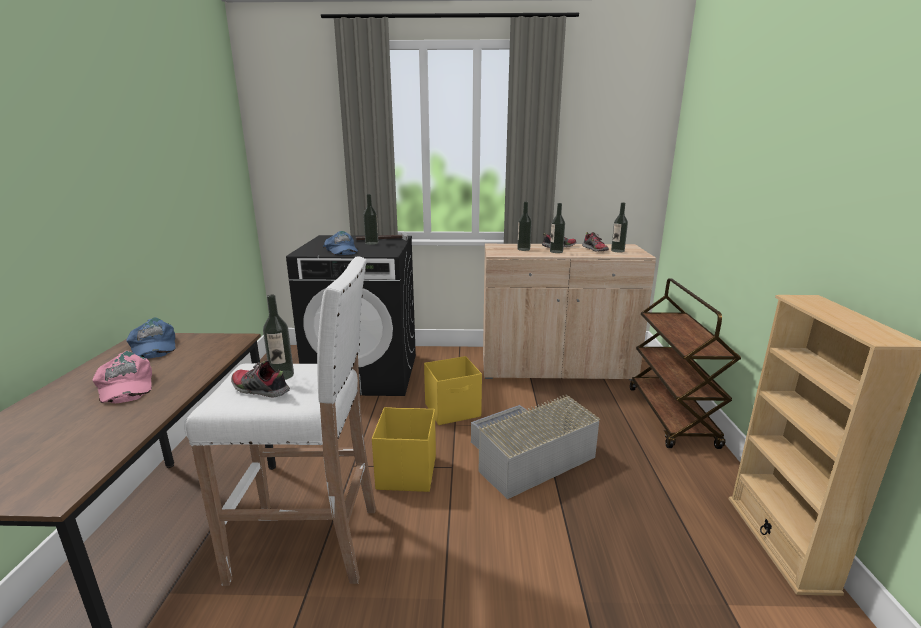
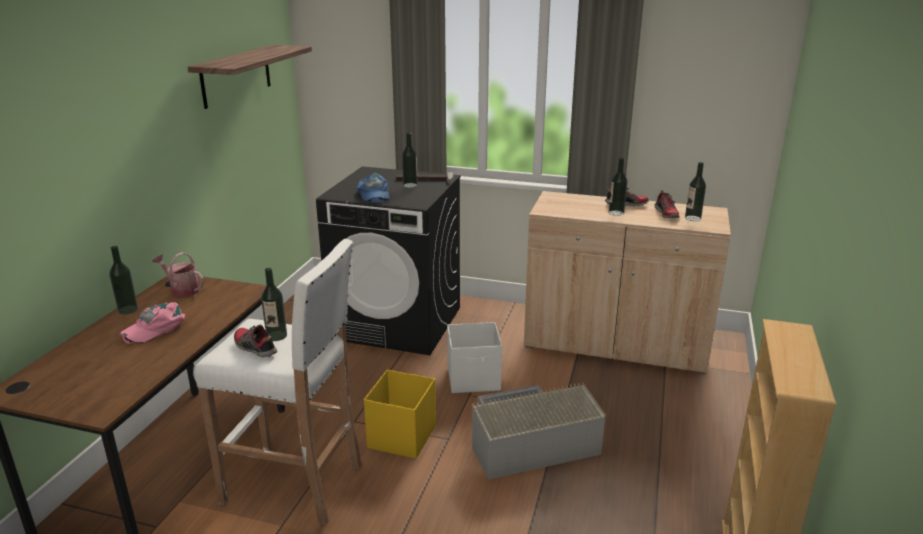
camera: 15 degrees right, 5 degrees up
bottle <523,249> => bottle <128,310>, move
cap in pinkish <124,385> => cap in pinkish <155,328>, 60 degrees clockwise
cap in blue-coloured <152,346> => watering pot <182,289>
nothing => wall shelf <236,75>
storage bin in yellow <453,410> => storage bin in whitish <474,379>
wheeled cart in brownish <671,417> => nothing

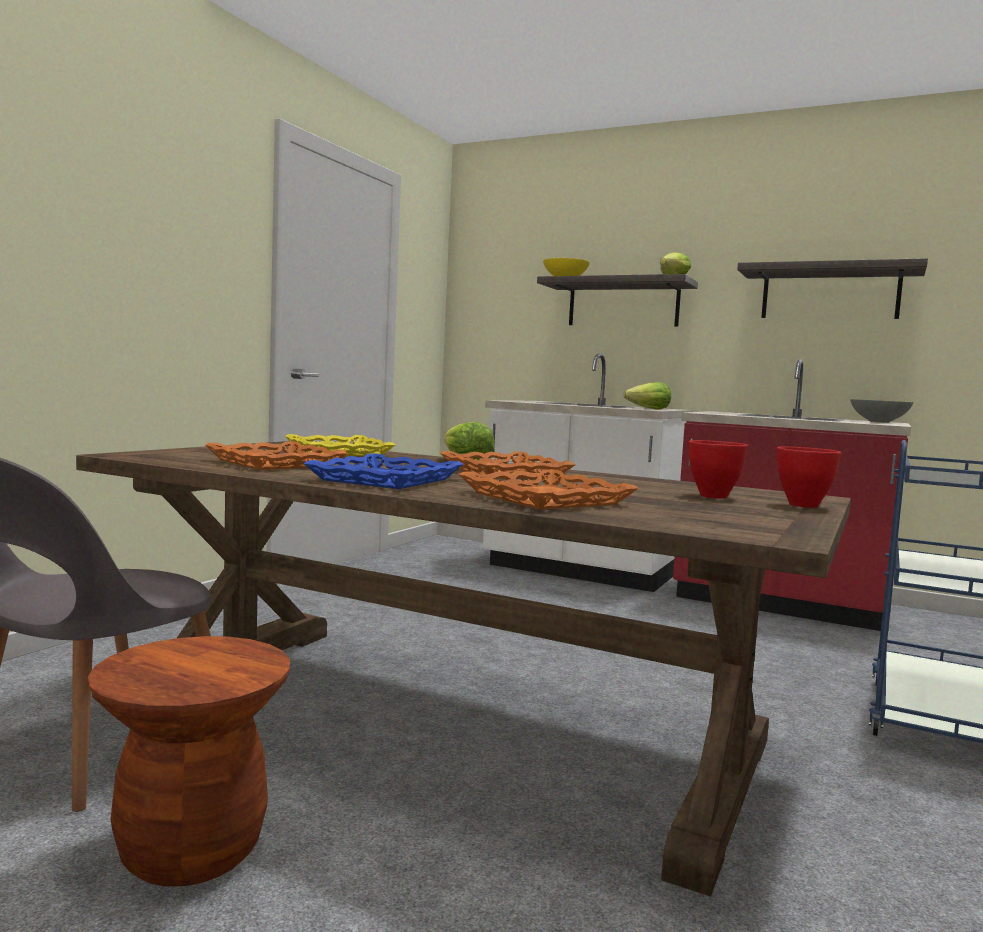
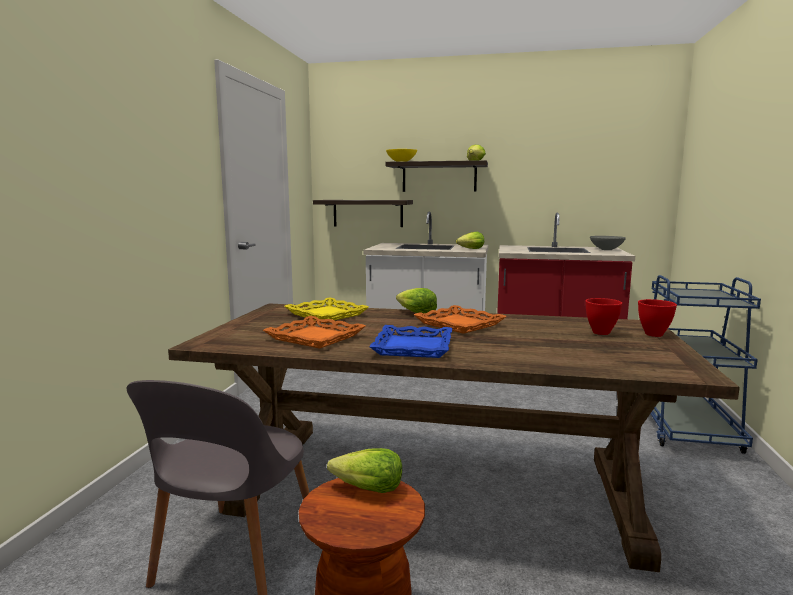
camera: 15 degrees left, 5 degrees up
wall shelf <830,294> => wall shelf <368,213>, move
nothing => lettuce head <368,489>
tray in orangey <544,499> => nothing

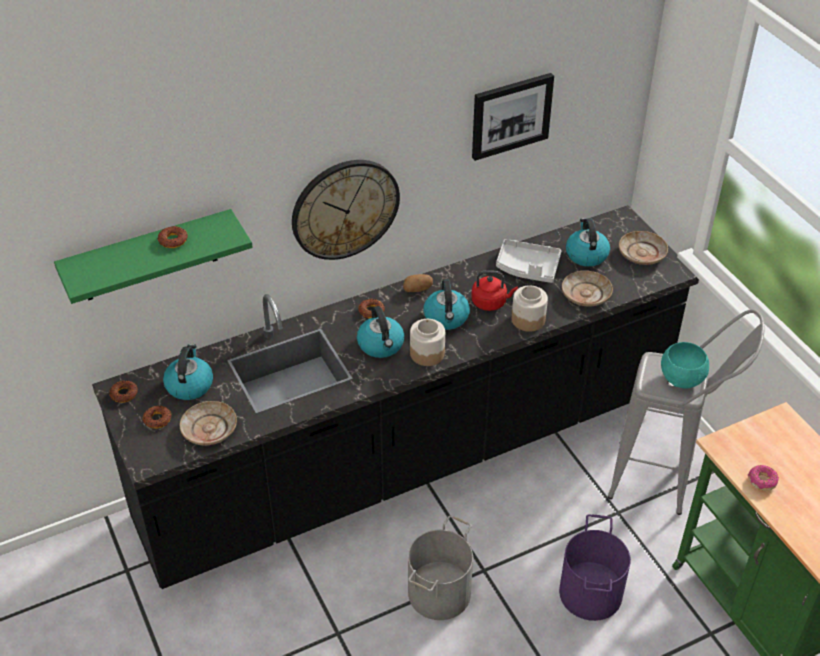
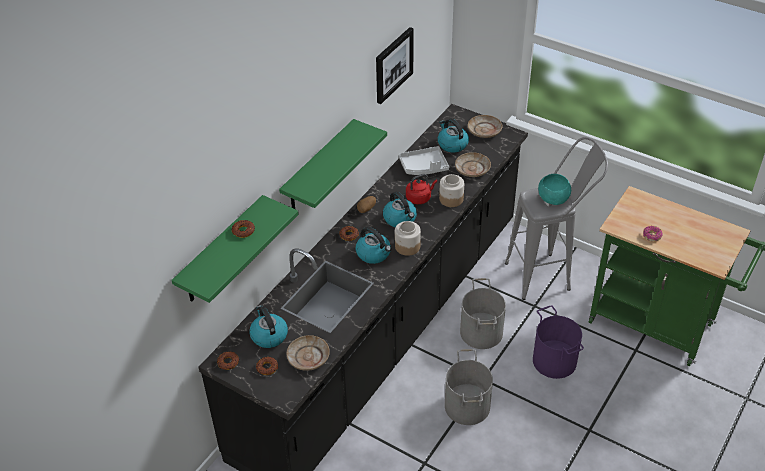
camera: 30 degrees left, 0 degrees up
clock on the wall <345,209> => wall shelf in green <318,168>
nothing => bucket in grey <480,332>

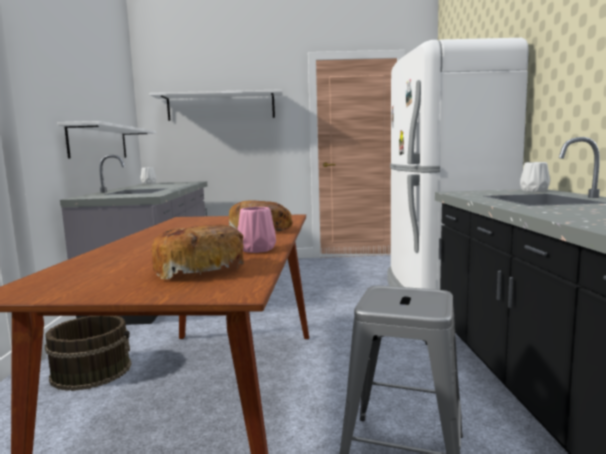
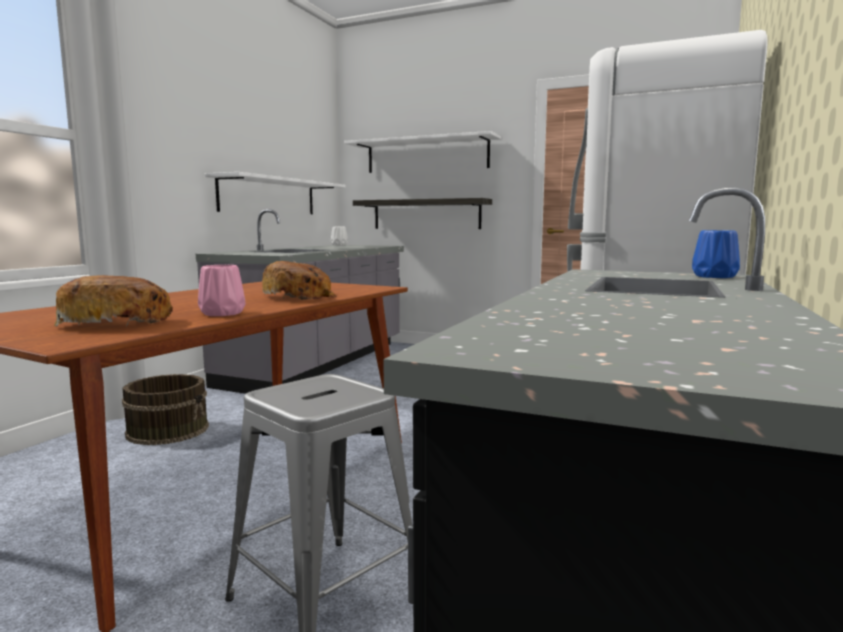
camera: 25 degrees right, 0 degrees up
nothing => wall shelf <426,214>
decorative vase in whitish <534,191> => decorative vase in blue-coloured <714,276>

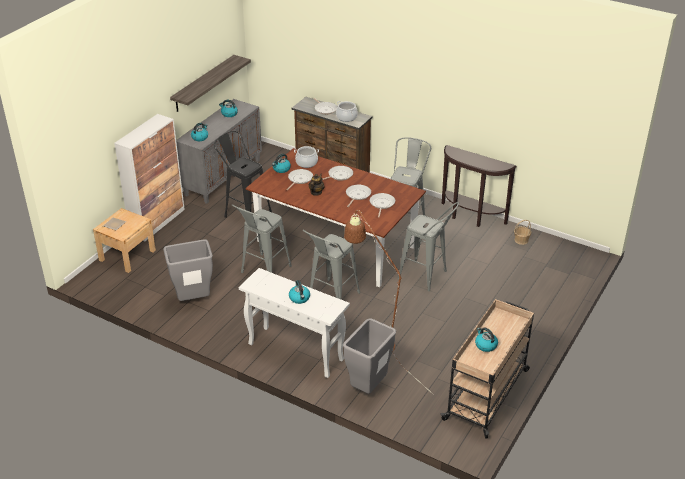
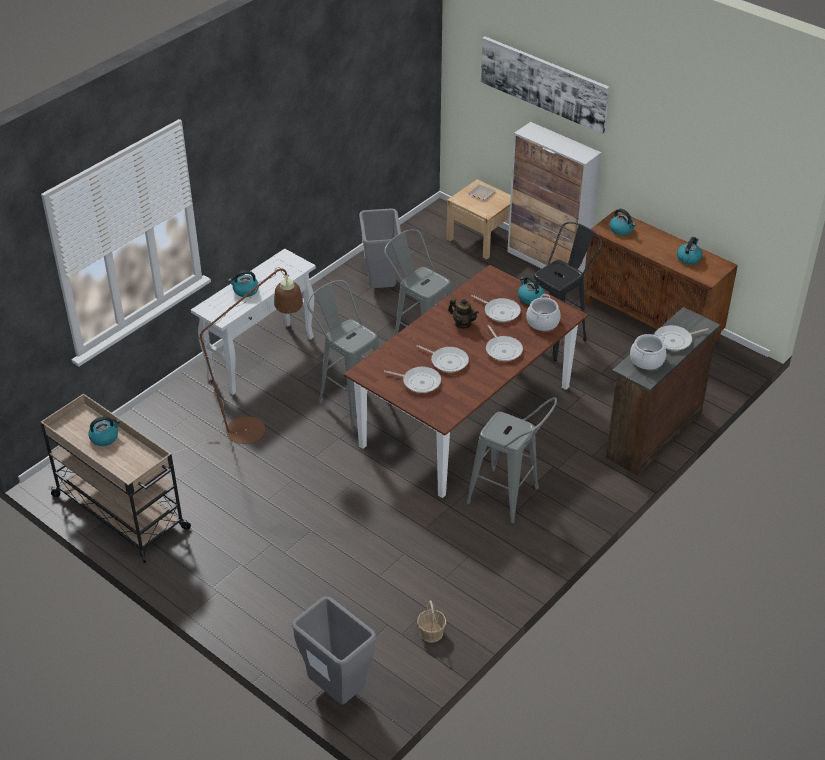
camera: 100 degrees right, 5 degrees up
rubbish bin in grey <368,388> => rubbish bin in grey <336,690>, move
nothing => picture <544,83>
cabinet in grey <223,177> => cabinet in brownish <652,321>
wall shelf <203,83> => nothing
stool seat in grey <427,277> => nothing
console table in brownish <470,217> => nothing

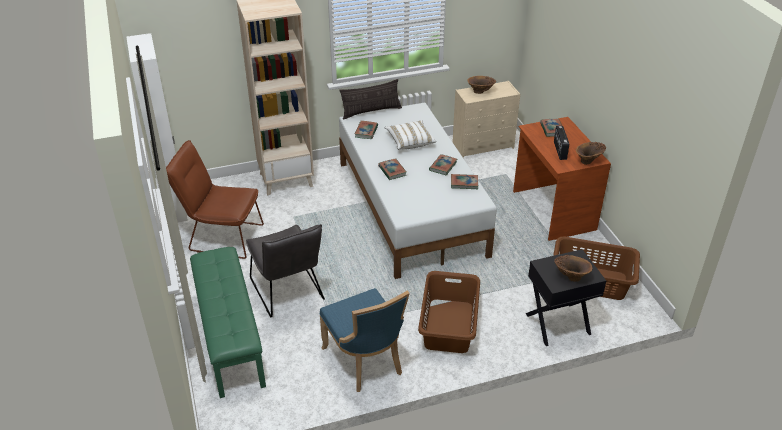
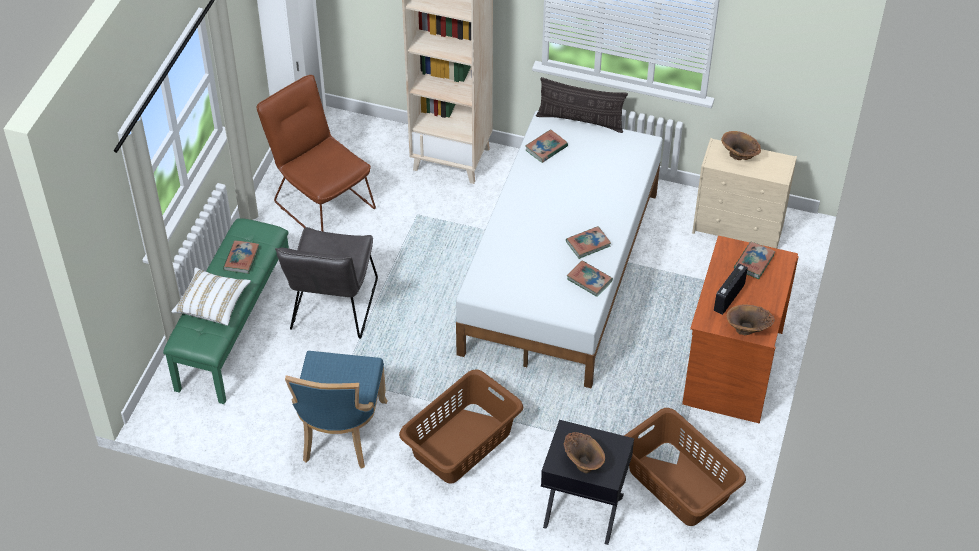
camera: 35 degrees right, 10 degrees up
cushion in whitish <410,141> => cushion in whitish <213,304>, move
book <392,171> => book <241,259>, move

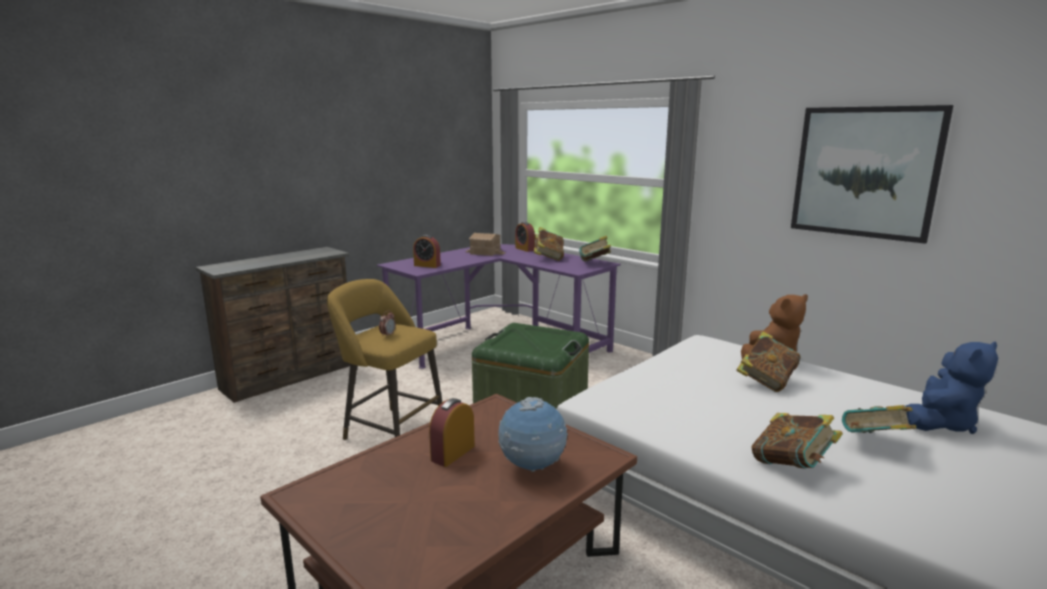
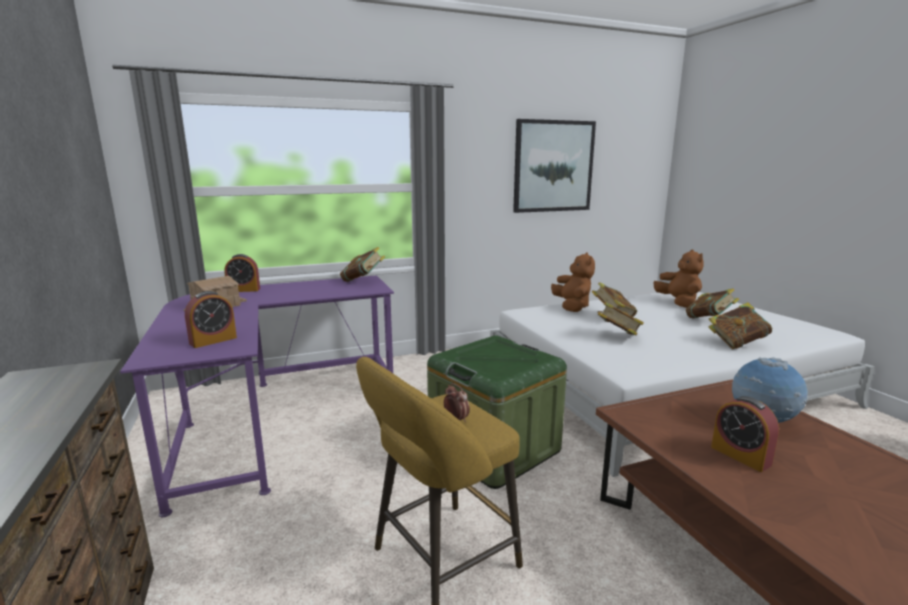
camera: 65 degrees left, 0 degrees up
book <548,258> => book <617,336>, move
plush toy in blue-coloured <940,423> => plush toy in brownish <678,303>

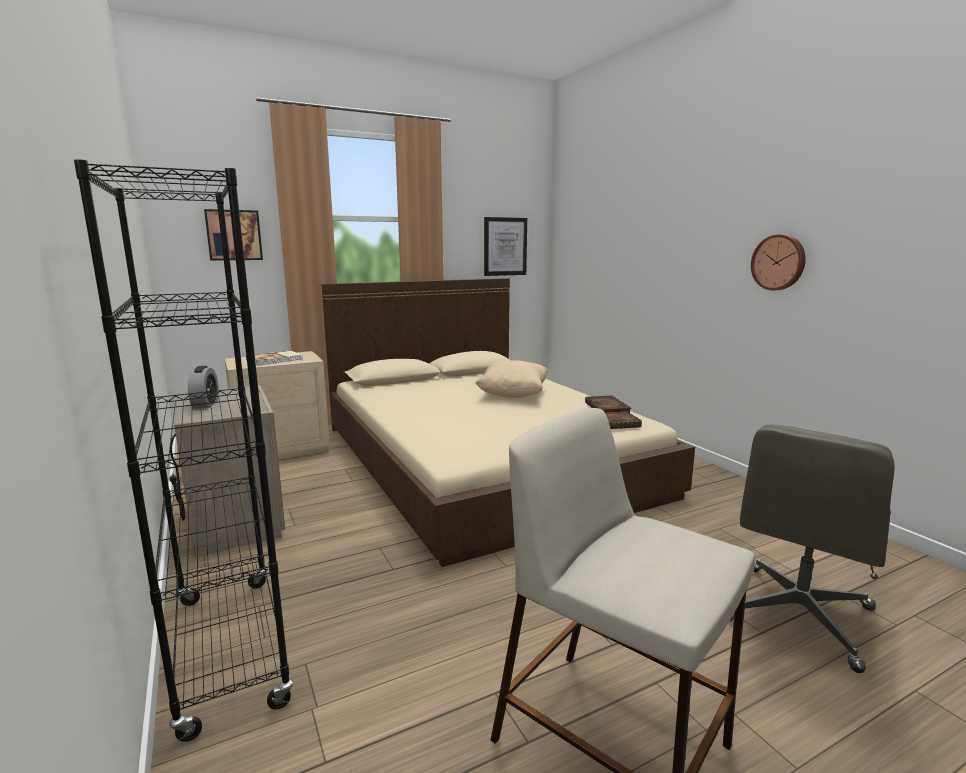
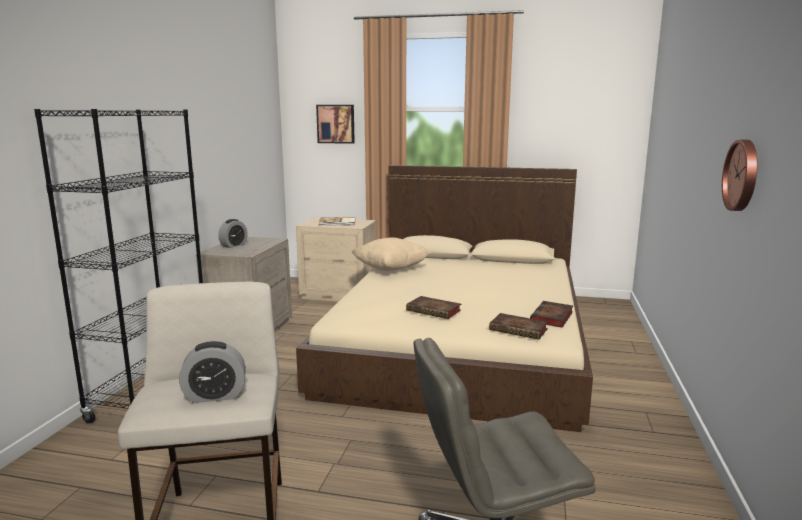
camera: 40 degrees right, 0 degrees up
nothing => alarm clock <215,396>
cushion in beige-coloured <513,395> => cushion in beige-coloured <391,269>, move
nothing => book <435,311>
picture <505,246> => nothing

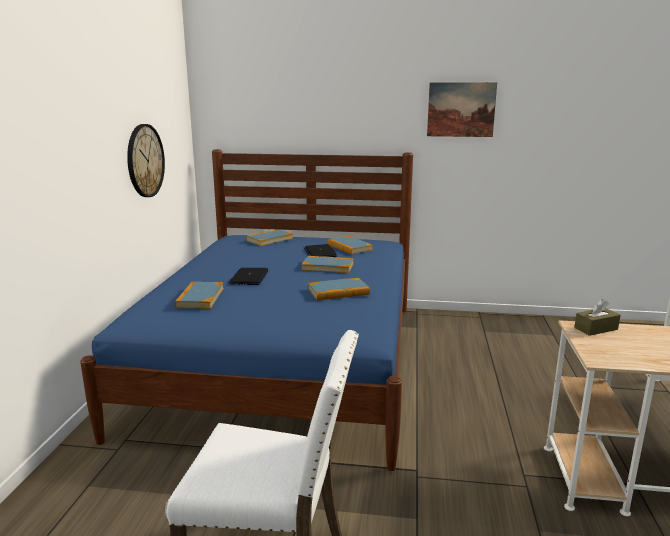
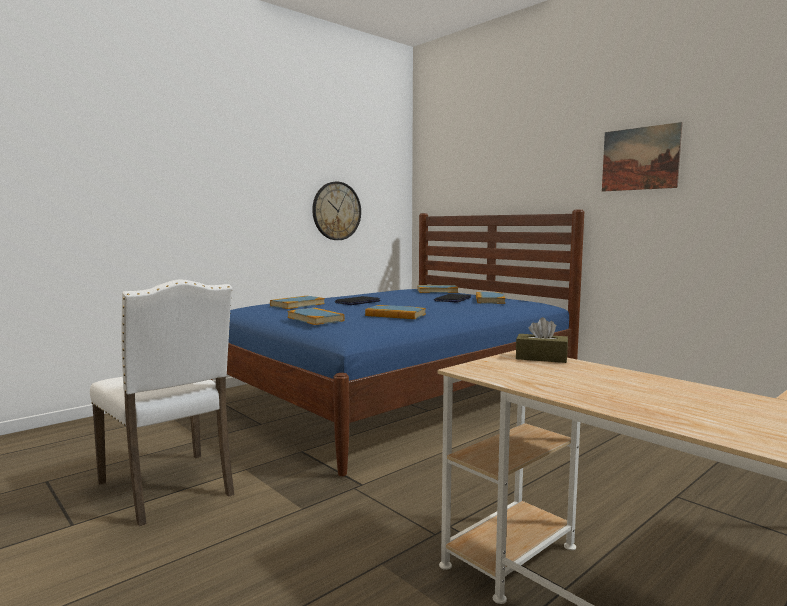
camera: 40 degrees right, 10 degrees down
book <328,267> => book <315,319>, move

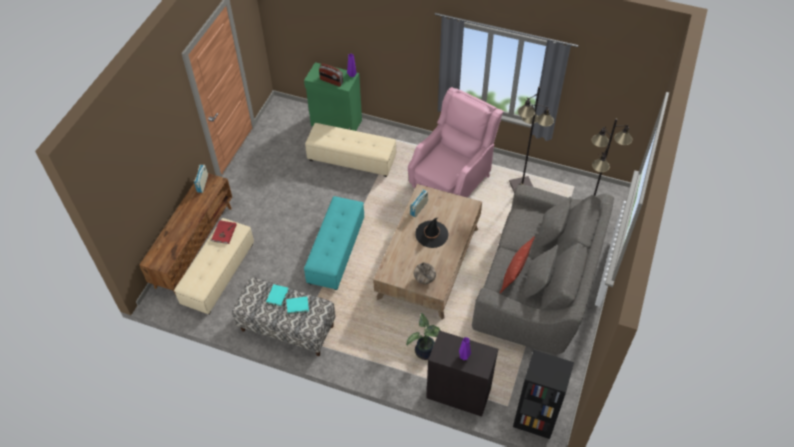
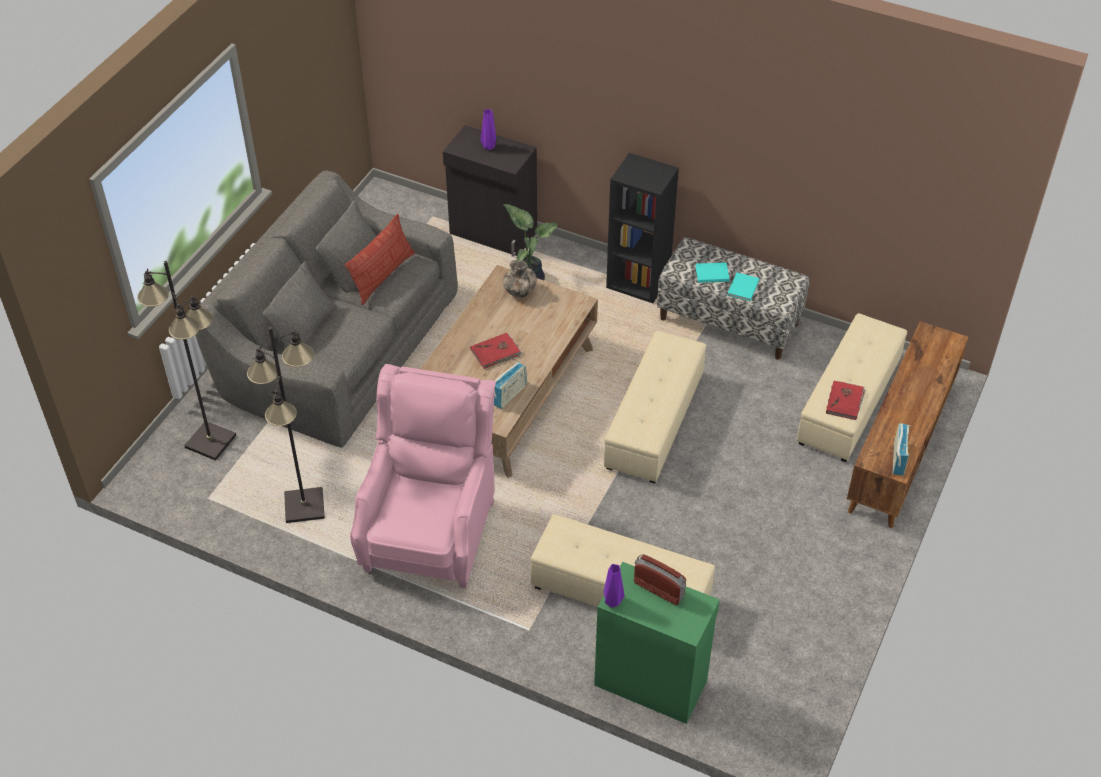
camera: 175 degrees left, 5 degrees down
armchair in pinkish <452,179> => armchair in pinkish <430,531>, 150 degrees clockwise
hat in black <431,234> => book in red <496,352>
ottoman in blue-green <336,251> => ottoman in beige-coloured <653,422>
bookshelf in black <534,419> => bookshelf in black <639,282>, move

